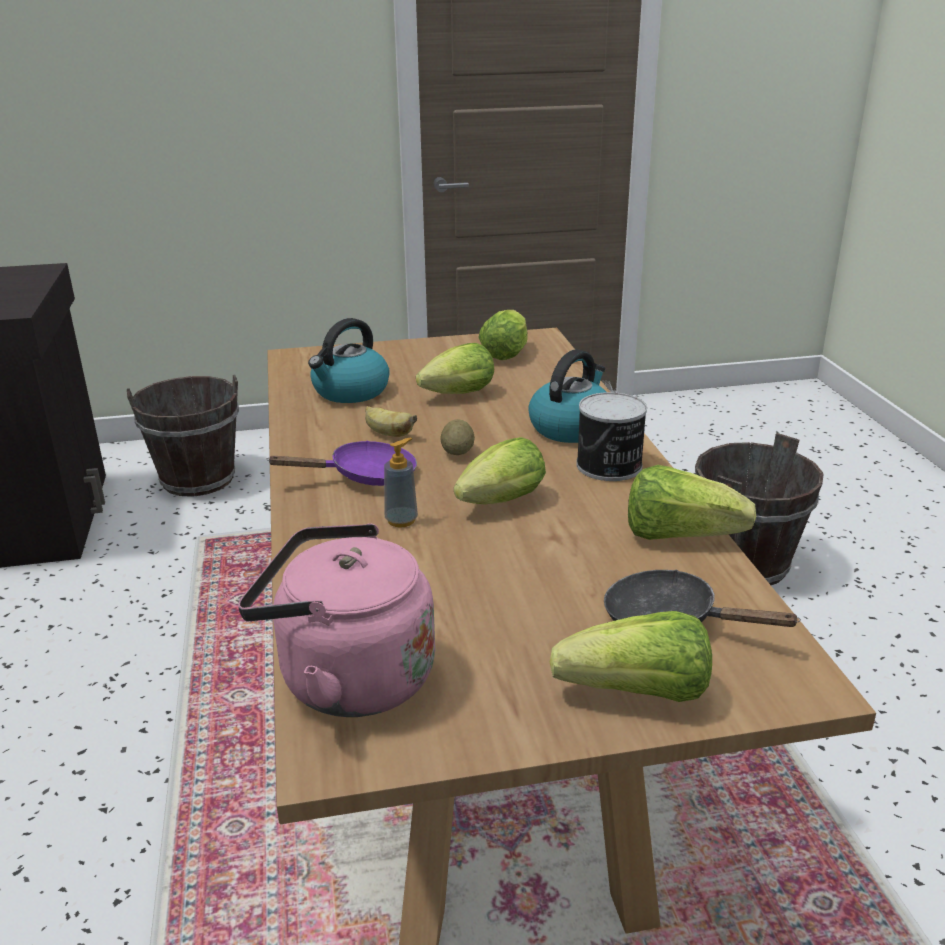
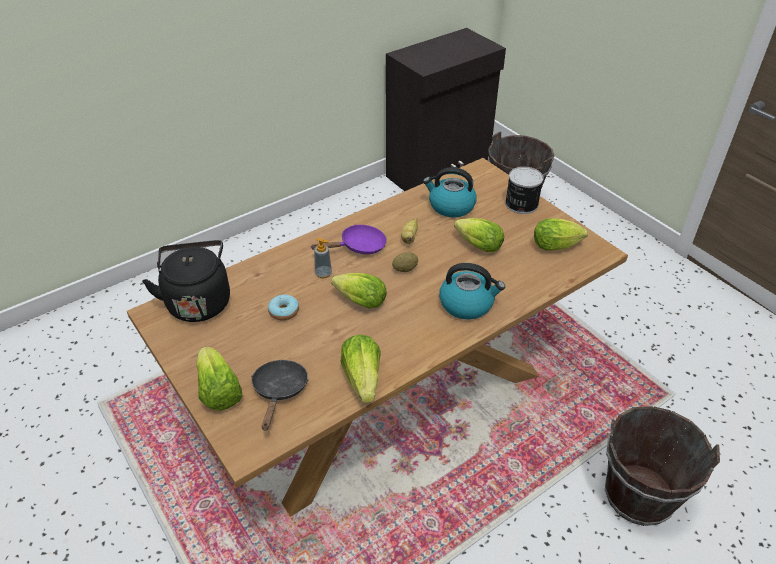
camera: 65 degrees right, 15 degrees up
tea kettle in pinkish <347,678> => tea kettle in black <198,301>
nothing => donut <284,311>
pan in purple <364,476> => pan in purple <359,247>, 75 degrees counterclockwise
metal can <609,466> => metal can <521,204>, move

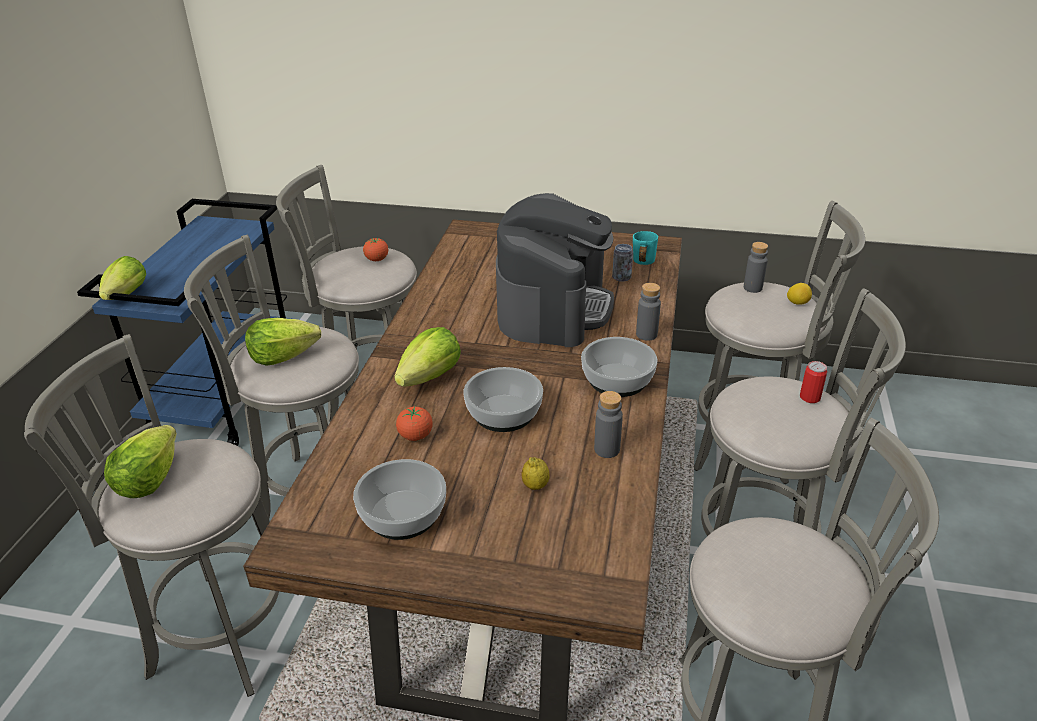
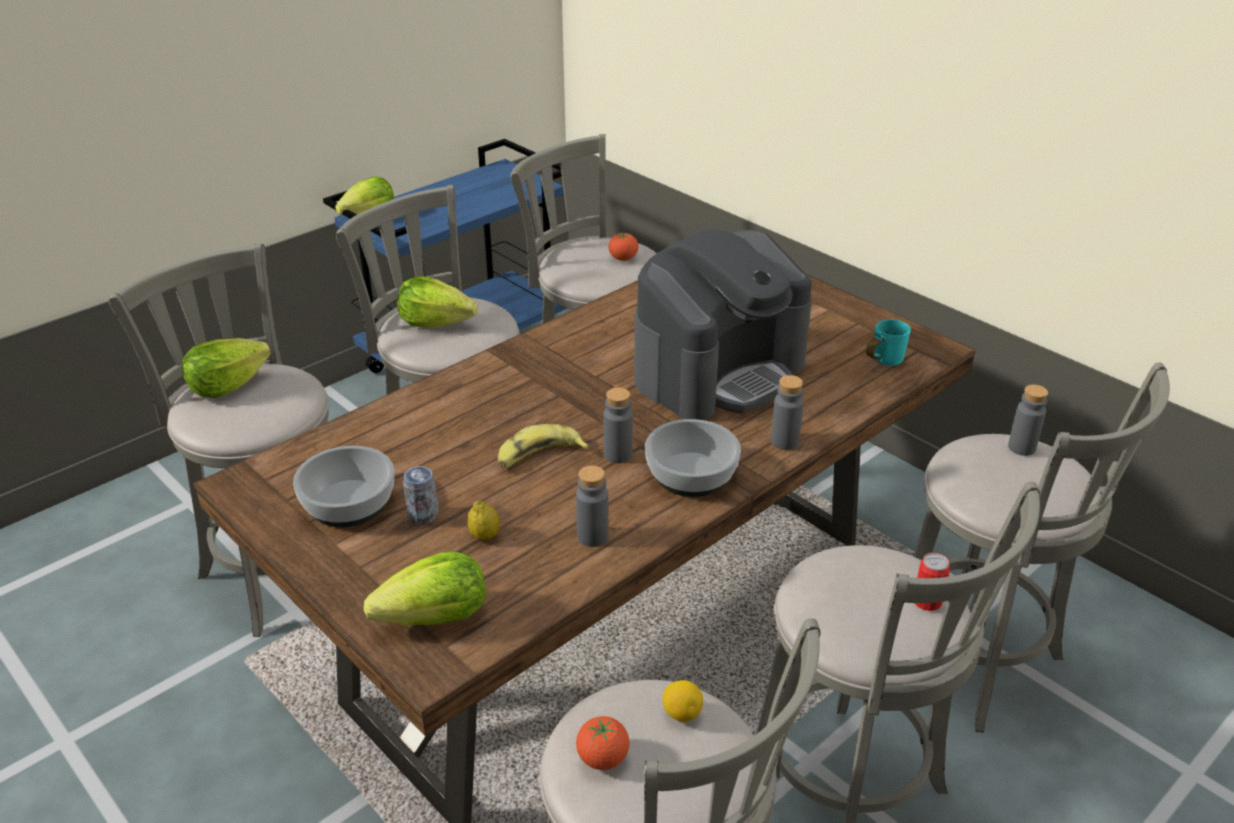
camera: 35 degrees right, 0 degrees up
lettuce head <430,377> => lettuce head <436,618>, move
metal can <621,277> => metal can <423,516>, move
bowl <504,413> => whole banana <538,456>
fresh tomato <415,436> => fresh tomato <602,758>, move
nothing => bottle in grey <618,454>
lemon <797,303> => lemon <681,713>, move

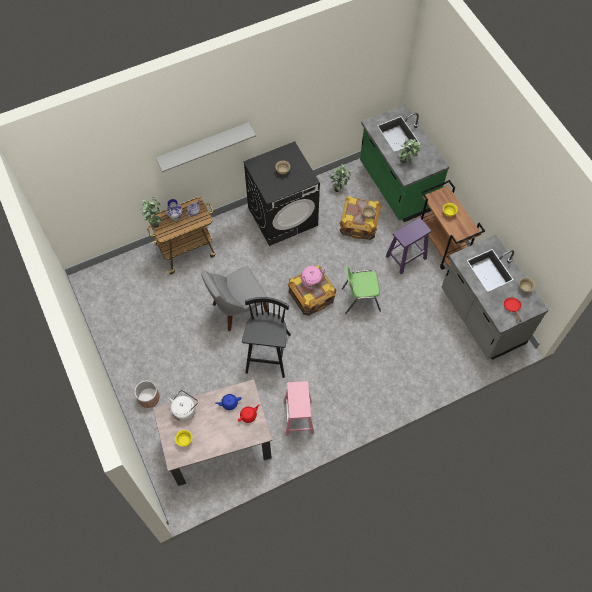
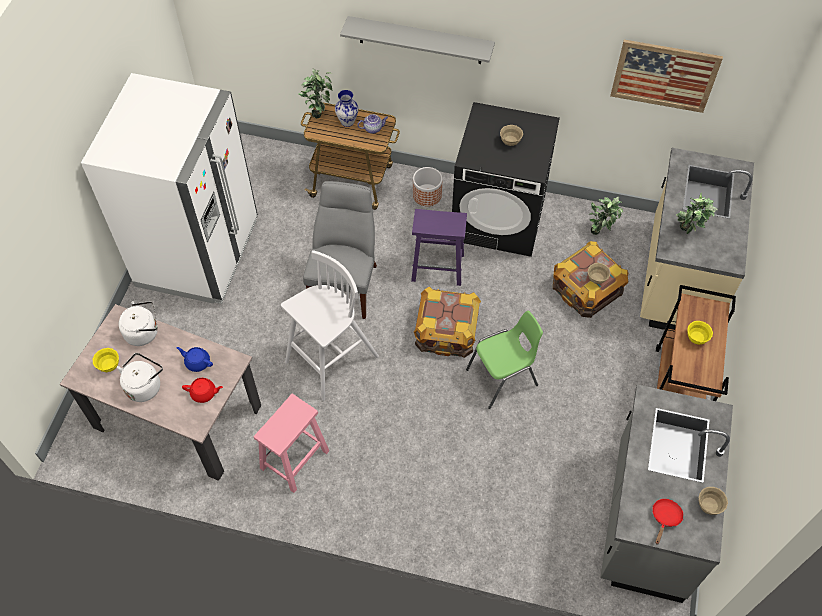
camera: 40 degrees right, 5 degrees down
nothing => fridge in whitish <198,253>
nothing => tea kettle in whitish <145,386>
stool seat in black <268,354> => stool seat in whitish <330,360>
chair in grey <237,309> => chair in grey <345,284>, 90 degrees clockwise
stool seat in purple <406,257> => stool seat in purple <438,267>, move
plant pot <149,397> => plant pot <427,195>, move
chair in green <360,299> => chair in green <503,378>, 120 degrees clockwise
nothing => picture <664,75>
kitchen counter in green <396,186> => kitchen counter in beige-coloured <678,277>
tea kettle in pinkish <312,282> => nothing

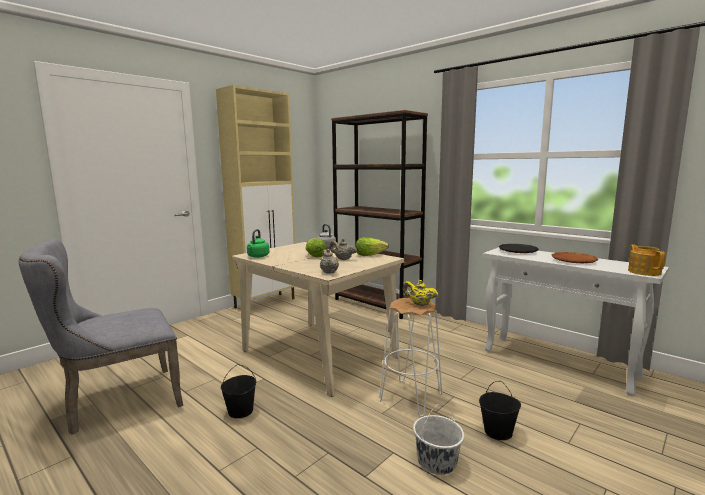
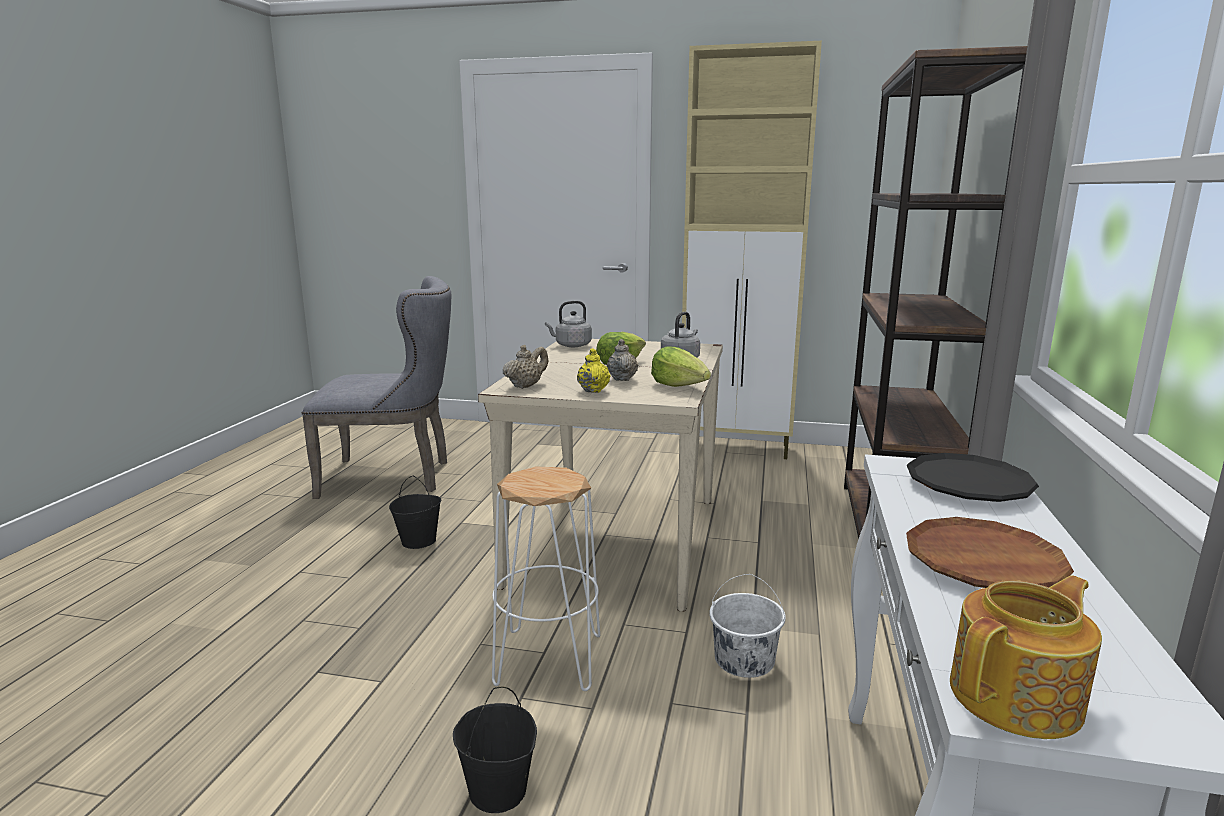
camera: 60 degrees right, 5 degrees up
chair in grey <116,403> => chair in grey <395,476>, 150 degrees clockwise
tea kettle in green <257,256> => tea kettle in grey <571,345>
pot for tea in yellow <419,304> => pot for tea in yellow <593,390>, move
bucket in whitish <436,461> => bucket in whitish <743,660>, move

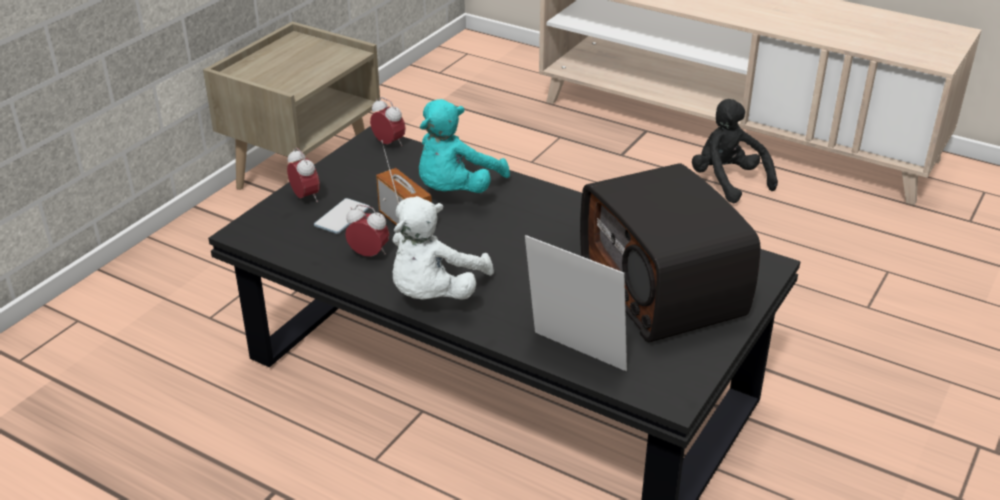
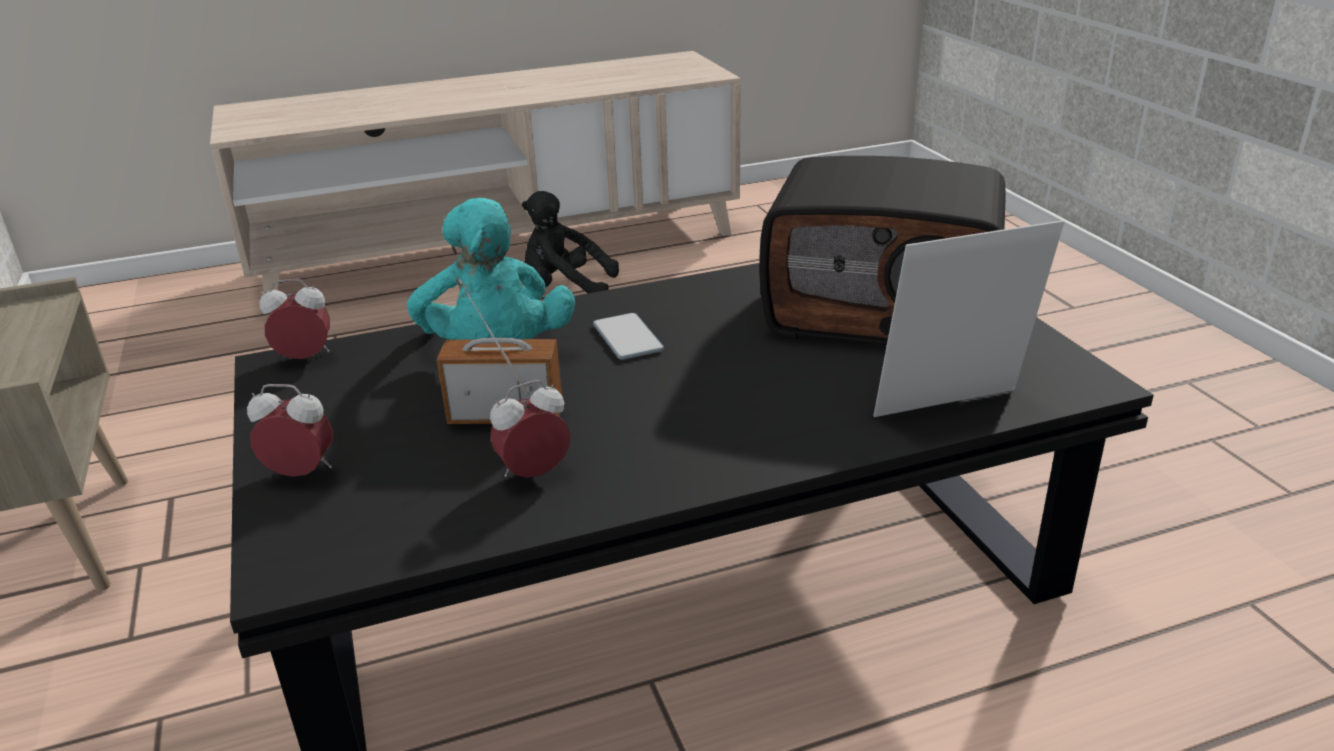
camera: 50 degrees left, 5 degrees down
handset <342,217> => handset <627,338>, move
plush toy in whitish <434,294> => nothing

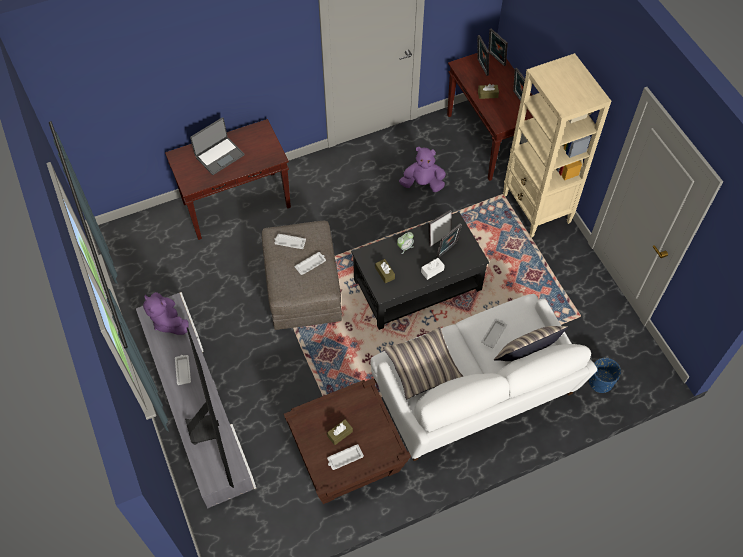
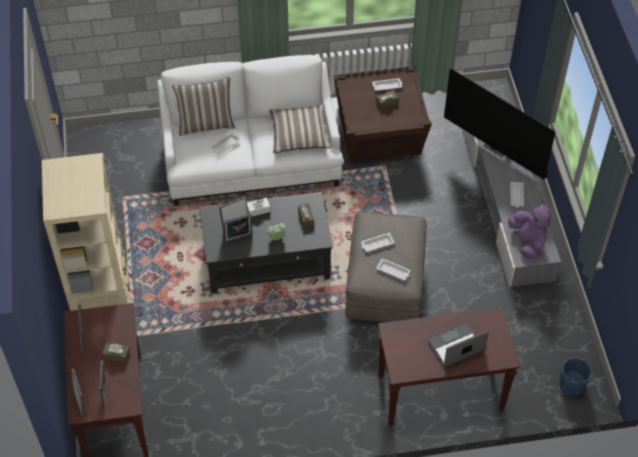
camera: 165 degrees left, 5 degrees down
TV set <208,427> => TV set <497,147>, 45 degrees counterclockwise
plant pot in blue-coloured <600,382> => plant pot in blue-coloured <572,385>, move
plush toy in purple <422,184> => nothing

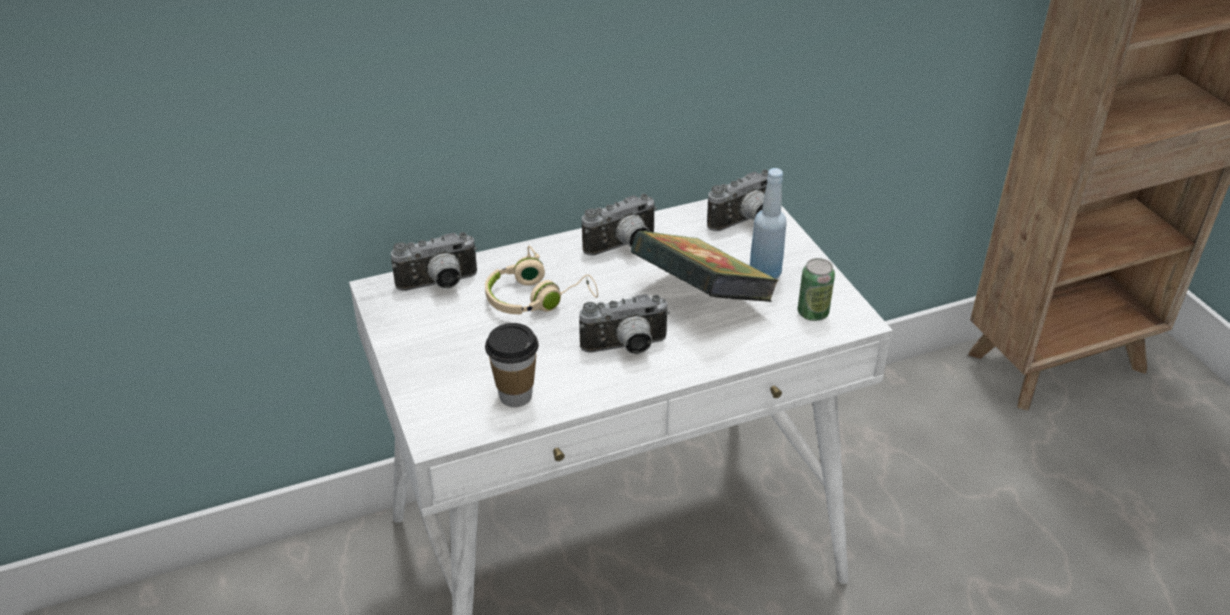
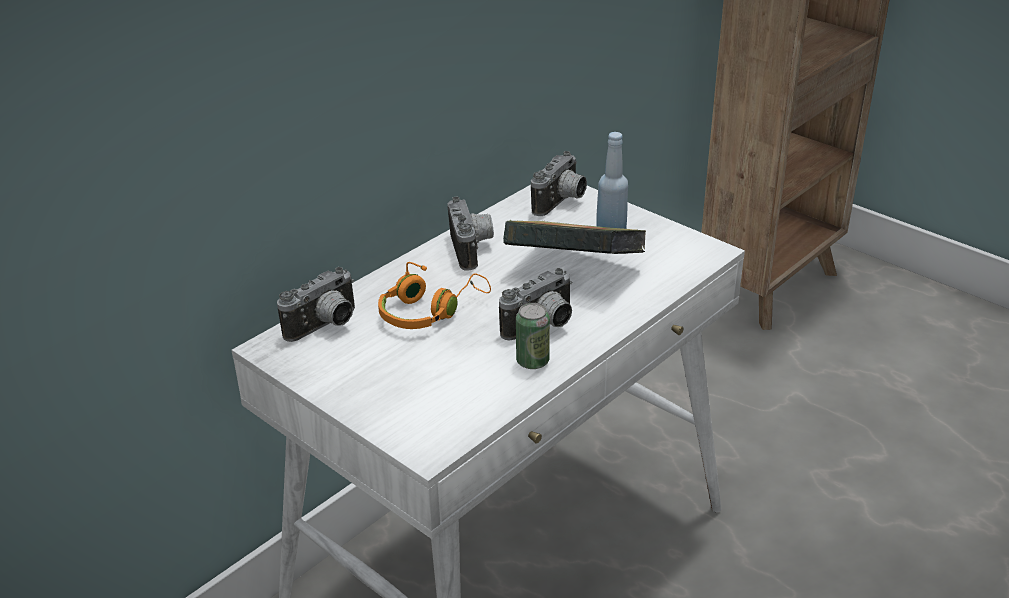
camera: 25 degrees left, 5 degrees down
headset in beige-coloured <537,298> => headset in orangey <429,311>
photo camera <623,247> => photo camera <473,249>, 45 degrees counterclockwise
metal can <812,313> => metal can <532,361>, move
drinking cup <515,395> => nothing

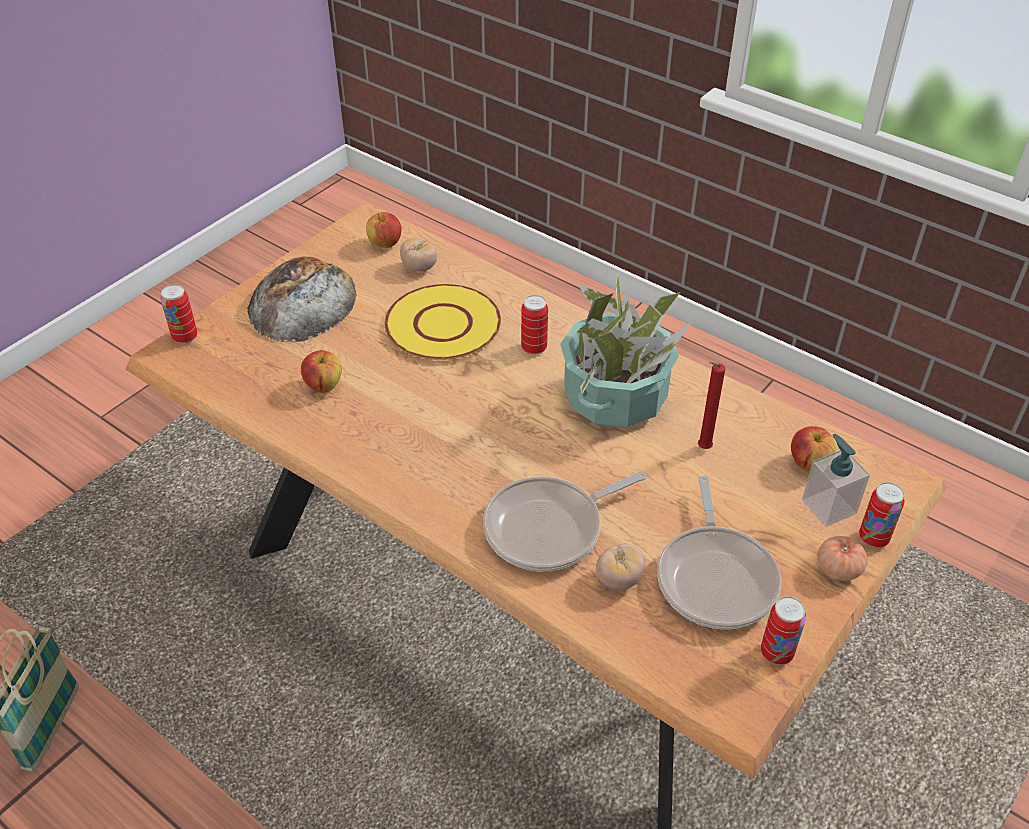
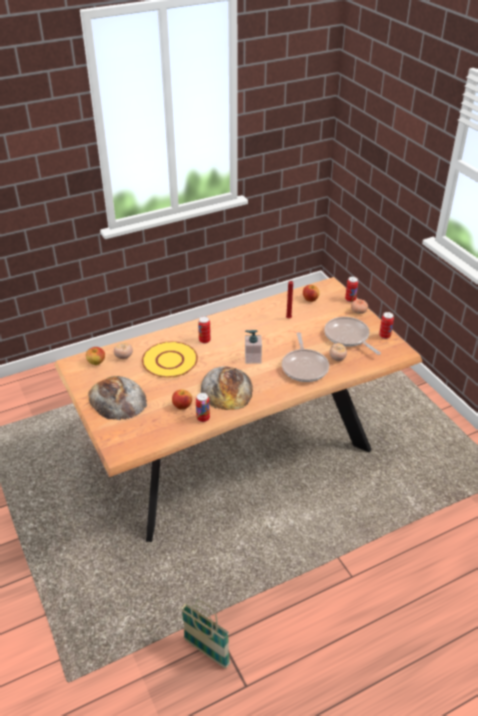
camera: 65 degrees left, 5 degrees down
metal can <185,337> => metal can <203,418>, move
nothing => bread <227,388>
liquid soap bottle <828,506> => liquid soap bottle <252,358>, move
pan <716,577> => pan <348,337>, 150 degrees counterclockwise
potted plant <615,397> => nothing

